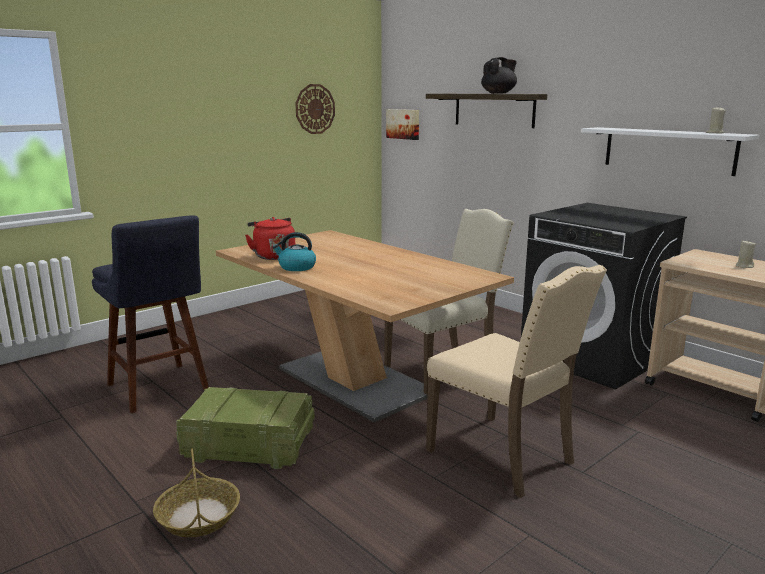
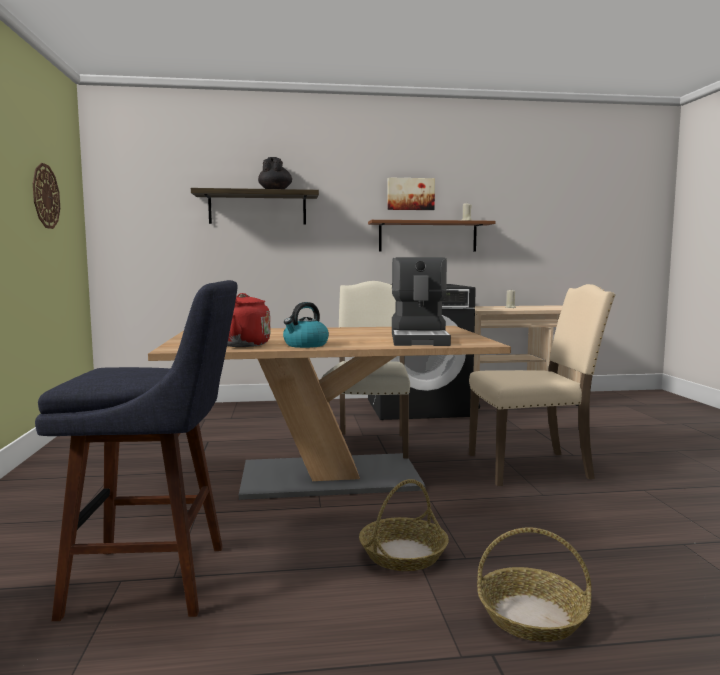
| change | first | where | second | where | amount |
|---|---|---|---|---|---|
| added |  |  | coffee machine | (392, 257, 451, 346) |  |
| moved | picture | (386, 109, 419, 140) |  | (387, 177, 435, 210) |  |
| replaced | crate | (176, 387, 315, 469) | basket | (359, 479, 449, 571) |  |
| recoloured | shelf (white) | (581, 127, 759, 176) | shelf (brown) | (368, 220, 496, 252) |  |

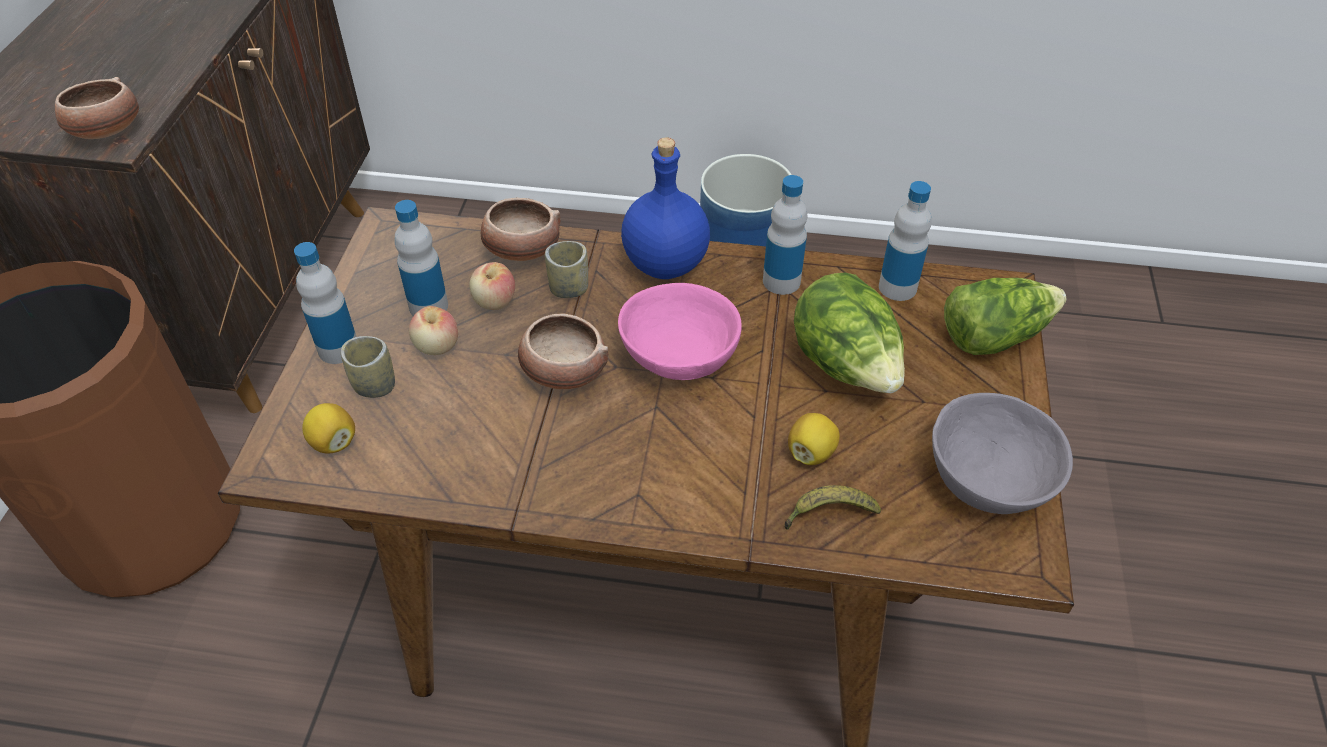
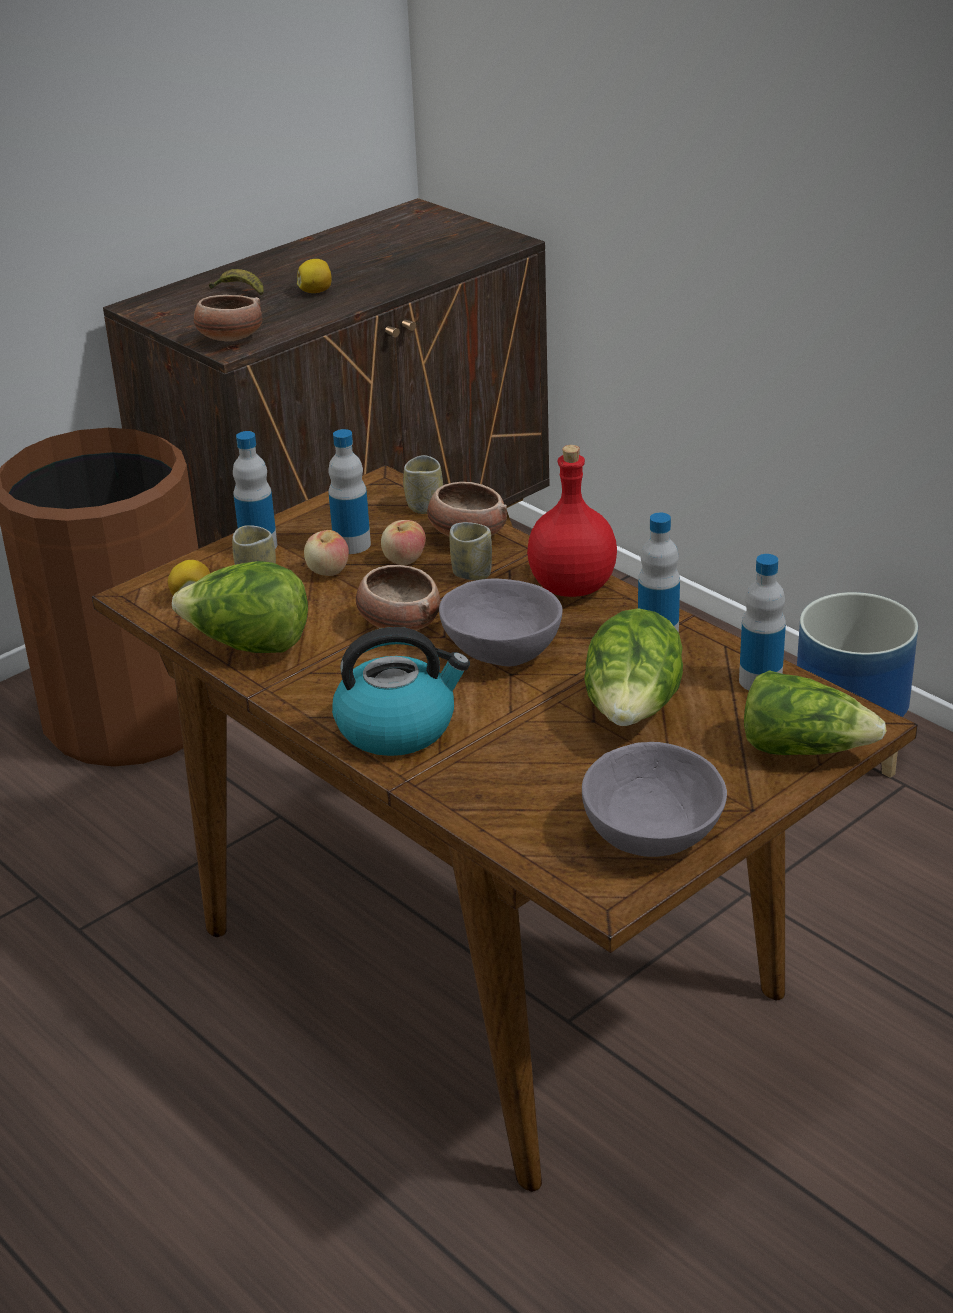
| change | first | where | second | where | amount |
|---|---|---|---|---|---|
| added |  |  | lettuce | (172, 561, 308, 653) |  |
| added |  |  | kettle | (332, 627, 470, 756) |  |
| added |  |  | cup | (403, 455, 443, 514) |  |
| moved | banana | (784, 485, 881, 529) |  | (209, 269, 263, 296) |  |
| moved | lemon | (788, 413, 840, 465) |  | (297, 259, 331, 293) |  |
| recoloured | bowl (pink) | (618, 283, 742, 380) | bowl (grey) | (439, 579, 562, 667) |  |
| recoloured | bottle (blue) | (621, 137, 710, 279) | bottle (red) | (527, 445, 617, 597) |  |

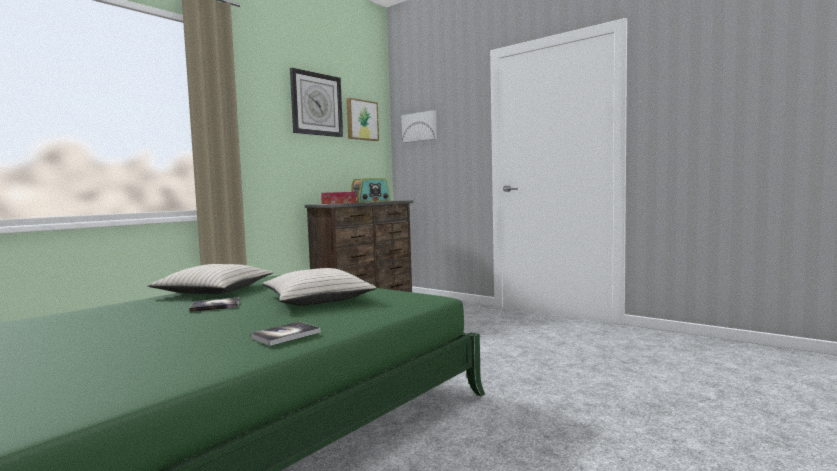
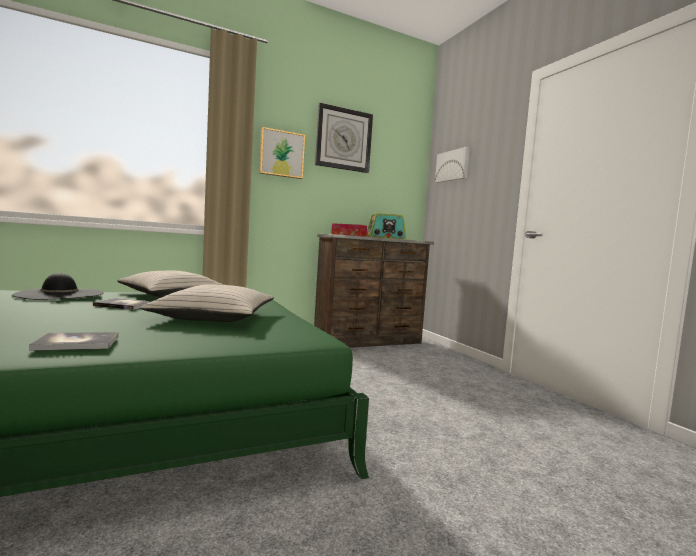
| change | first | where | second | where | amount |
|---|---|---|---|---|---|
| added |  |  | hat (black) | (12, 273, 103, 300) |  |
| moved | picture | (346, 98, 379, 141) |  | (259, 127, 305, 179) |  |

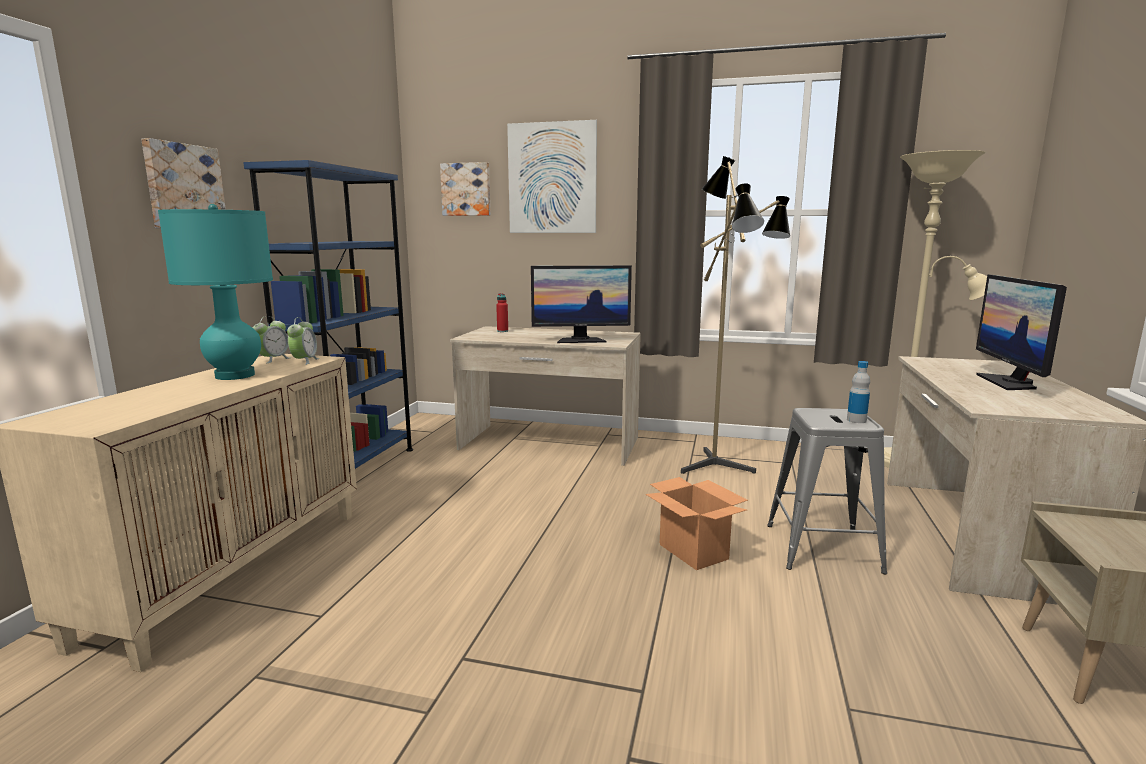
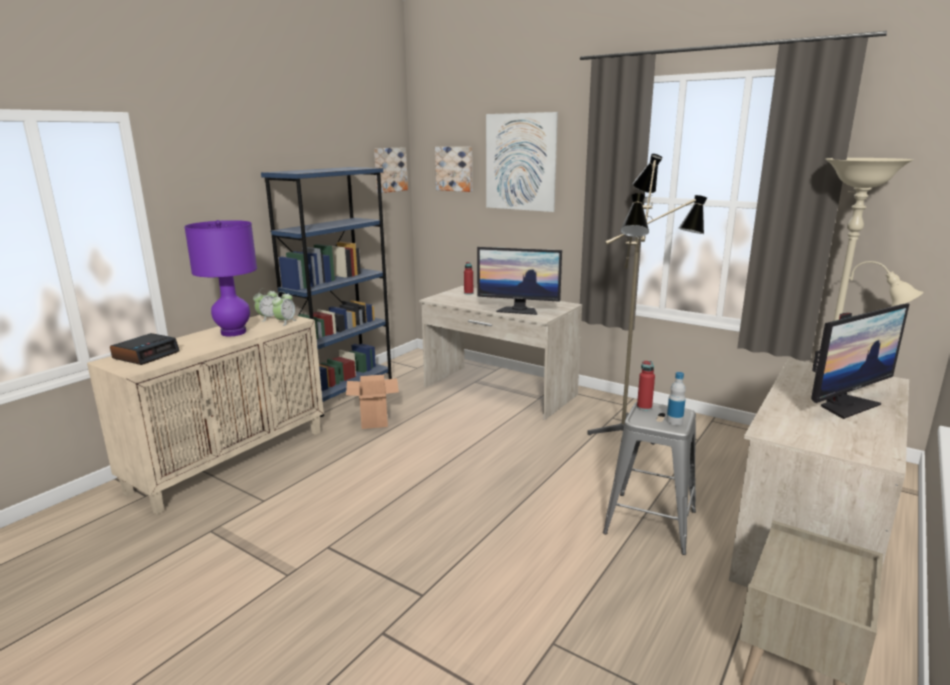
| change | first | where | second | where | amount |
|---|---|---|---|---|---|
| added |  |  | alarm clock | (110, 333, 180, 365) |  |
| added |  |  | bottle (red) | (637, 361, 655, 411) |  |
| moved | picture | (141, 138, 226, 228) |  | (374, 148, 408, 193) |  |
| moved | cardboard box | (645, 477, 748, 570) |  | (346, 375, 399, 429) |  |
| recoloured | table lamp (turquoise) | (158, 204, 273, 380) | table lamp (purple) | (184, 220, 257, 336) |  |
| turned | monitor | (976, 274, 1067, 390) |  | (811, 303, 909, 419) | 150 degrees counterclockwise |

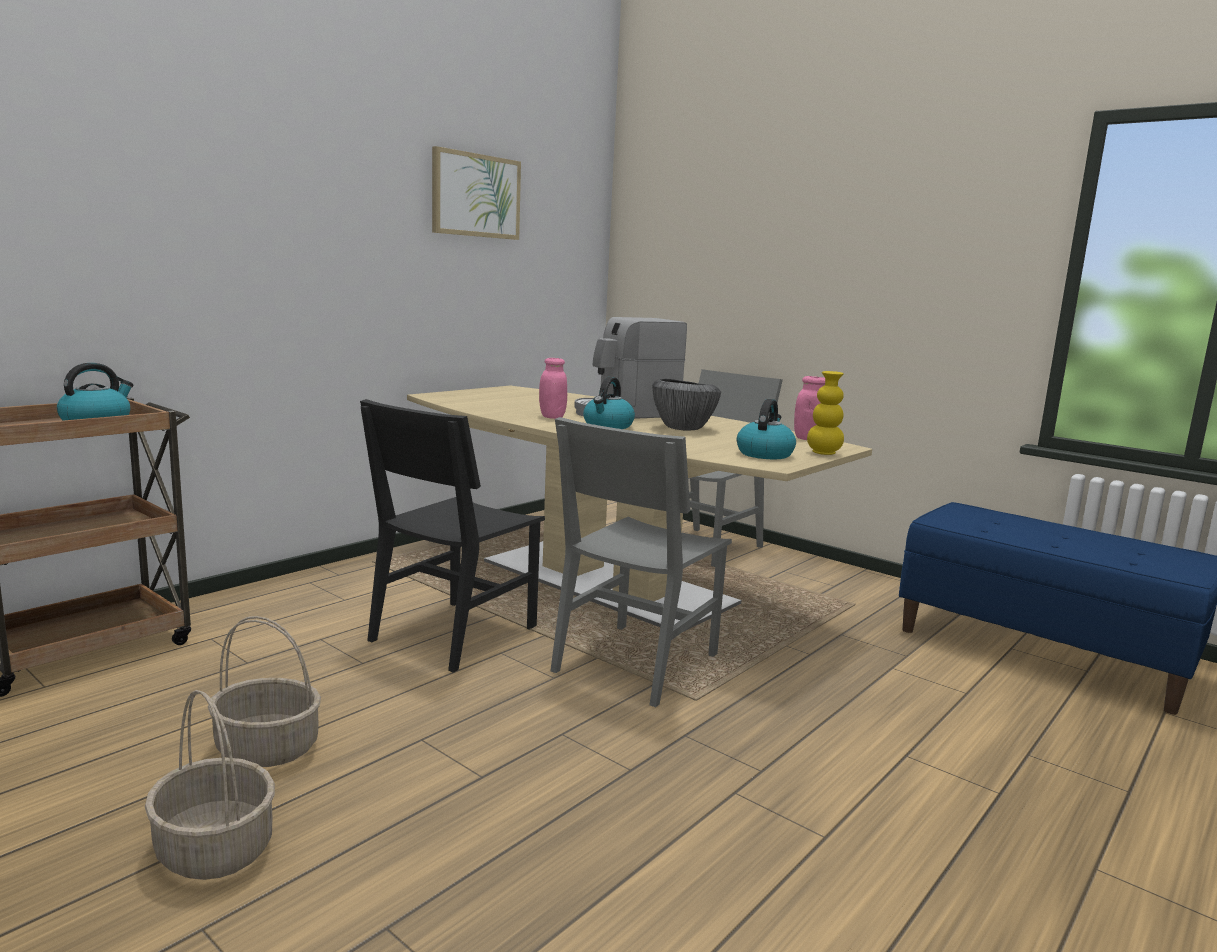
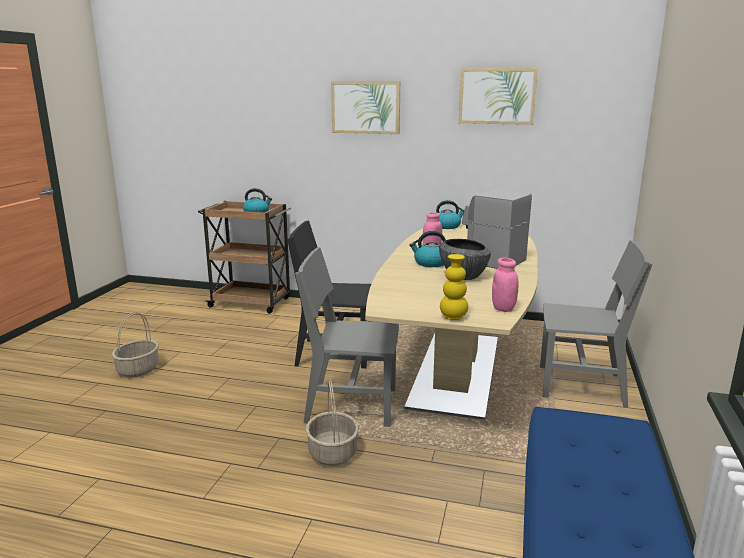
| change | first | where | second | where | amount |
|---|---|---|---|---|---|
| added |  |  | picture | (331, 81, 400, 134) |  |
| moved | basket | (208, 616, 321, 767) |  | (306, 380, 359, 466) |  |
| moved | kettle | (737, 399, 796, 459) |  | (436, 200, 464, 229) |  |

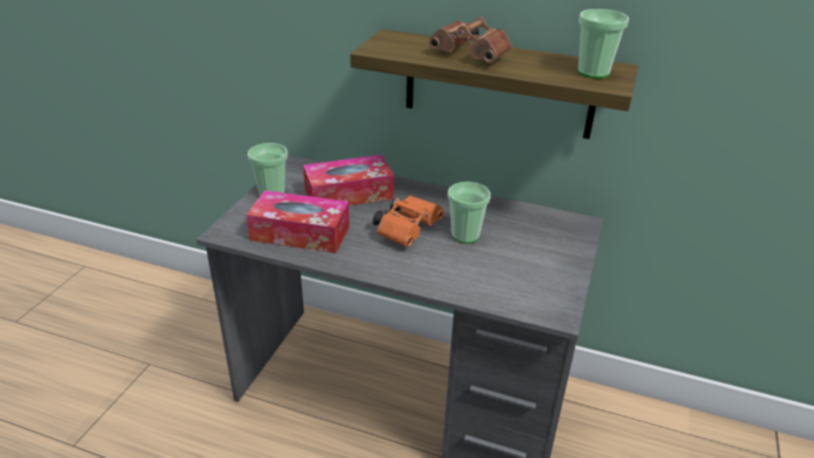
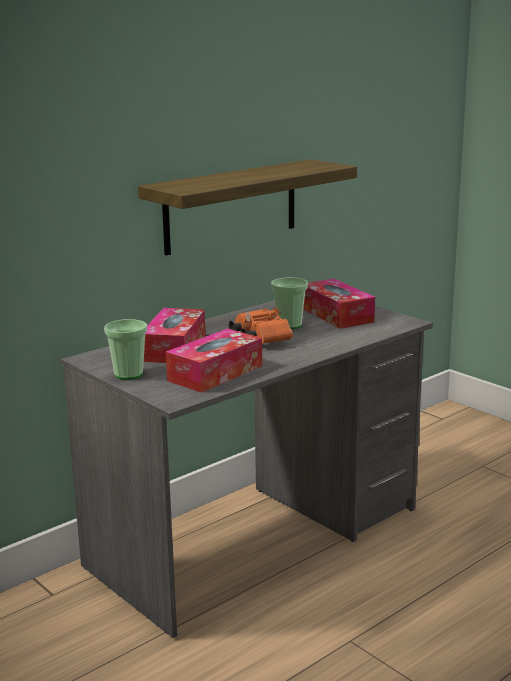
| change | first | where | second | where | amount |
|---|---|---|---|---|---|
| removed | binoculars (brown) | (429, 16, 511, 63) |  |  |  |
| removed | cup | (578, 9, 629, 79) |  |  |  |
| added |  |  | tissue box | (303, 279, 375, 329) |  |

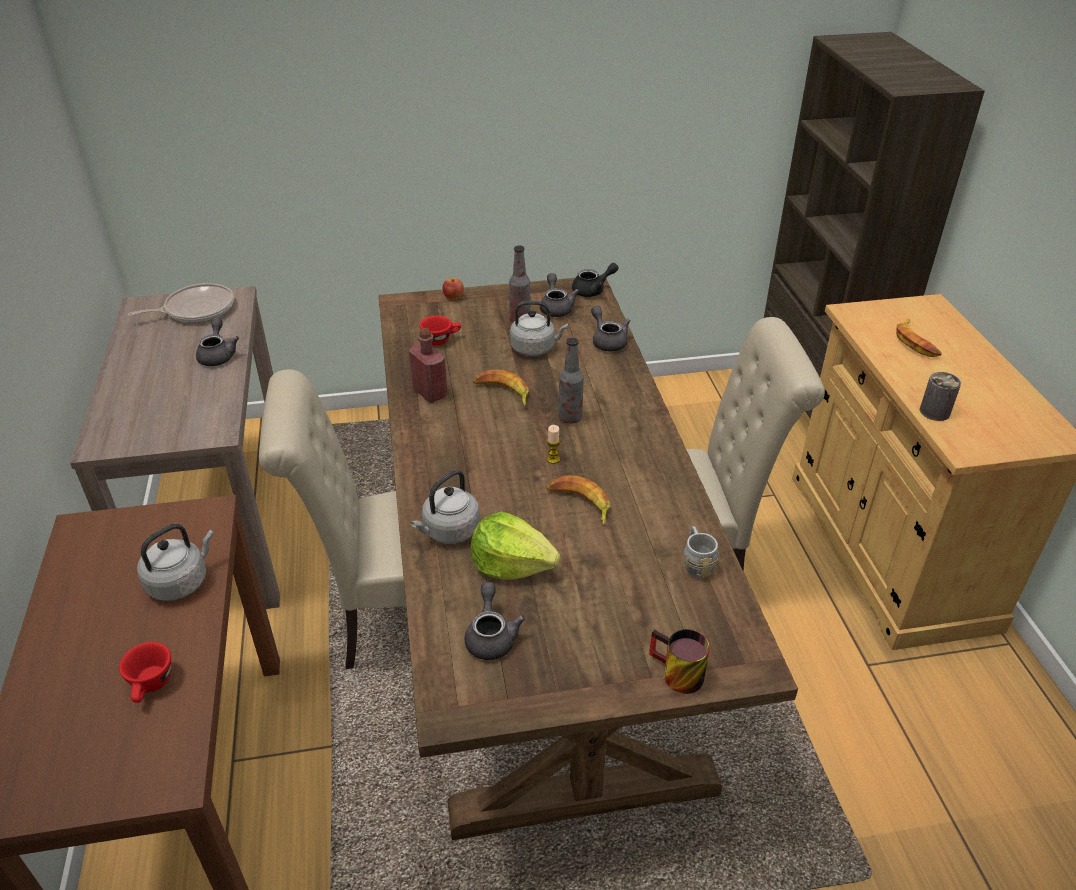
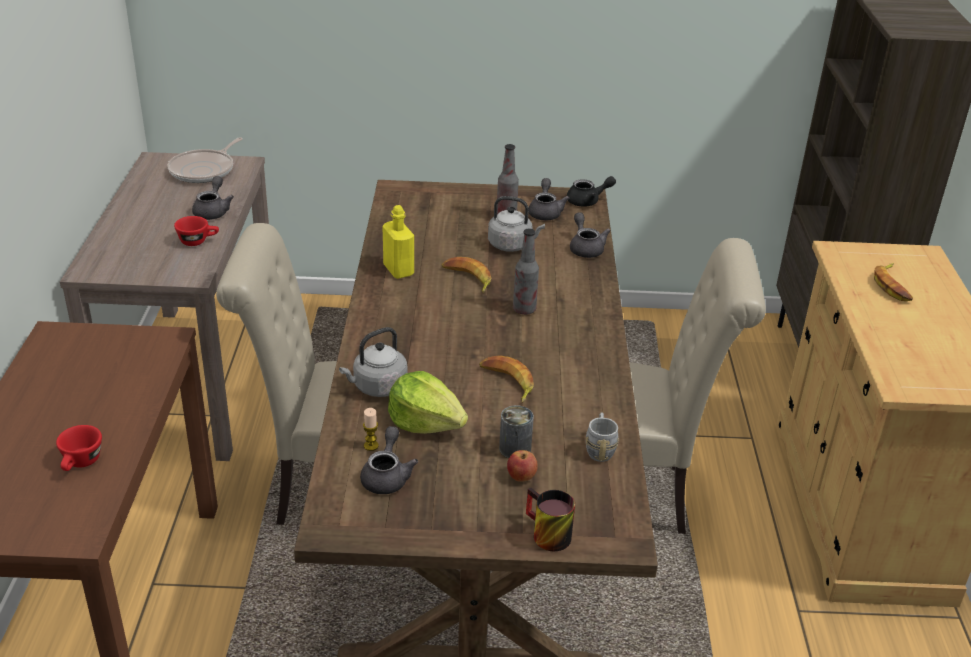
| change | first | where | second | where | amount |
|---|---|---|---|---|---|
| removed | kettle (grey) | (137, 524, 214, 601) |  |  |  |
| moved | cup (red) | (420, 315, 461, 346) |  | (174, 216, 219, 246) |  |
| moved | apple | (442, 278, 464, 300) |  | (507, 450, 538, 482) |  |
| moved | candle | (547, 425, 561, 464) |  | (363, 408, 379, 451) |  |
| moved | can | (920, 372, 961, 421) |  | (499, 405, 534, 458) |  |
| recoloured | bottle (red) | (409, 328, 448, 403) | bottle (yellow) | (382, 205, 414, 279) |  |
| turned | frying pan | (128, 283, 234, 323) |  | (167, 137, 243, 183) | 135 degrees clockwise |

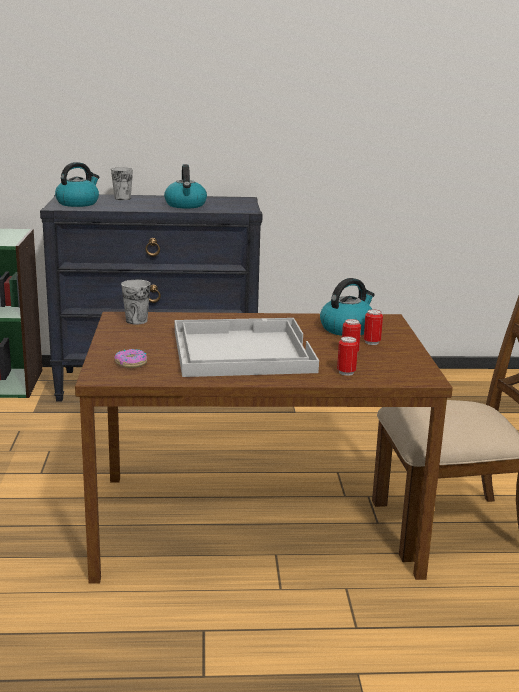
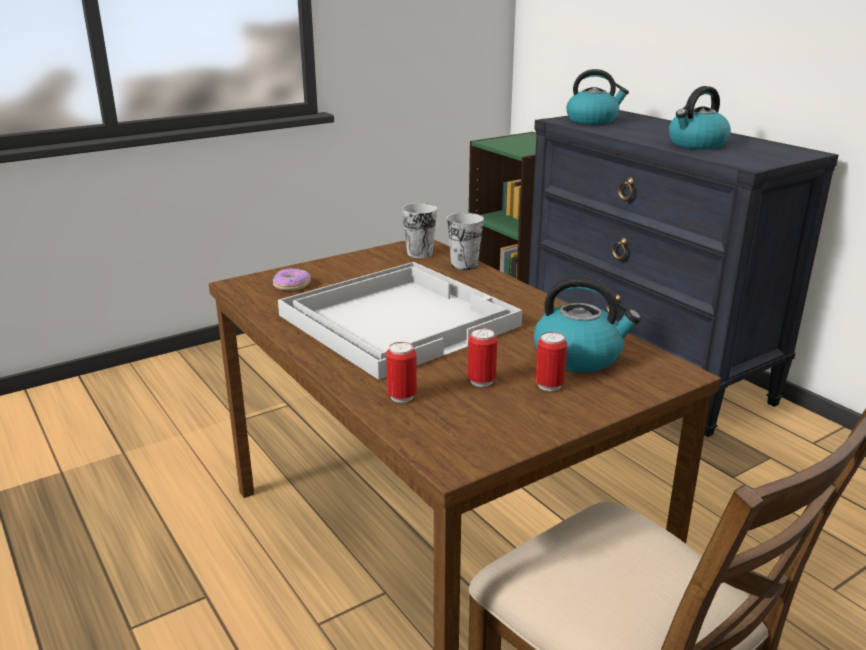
| change | first | where | second | where | amount |
|---|---|---|---|---|---|
| moved | cup | (111, 167, 133, 200) |  | (447, 213, 484, 270) |  |

